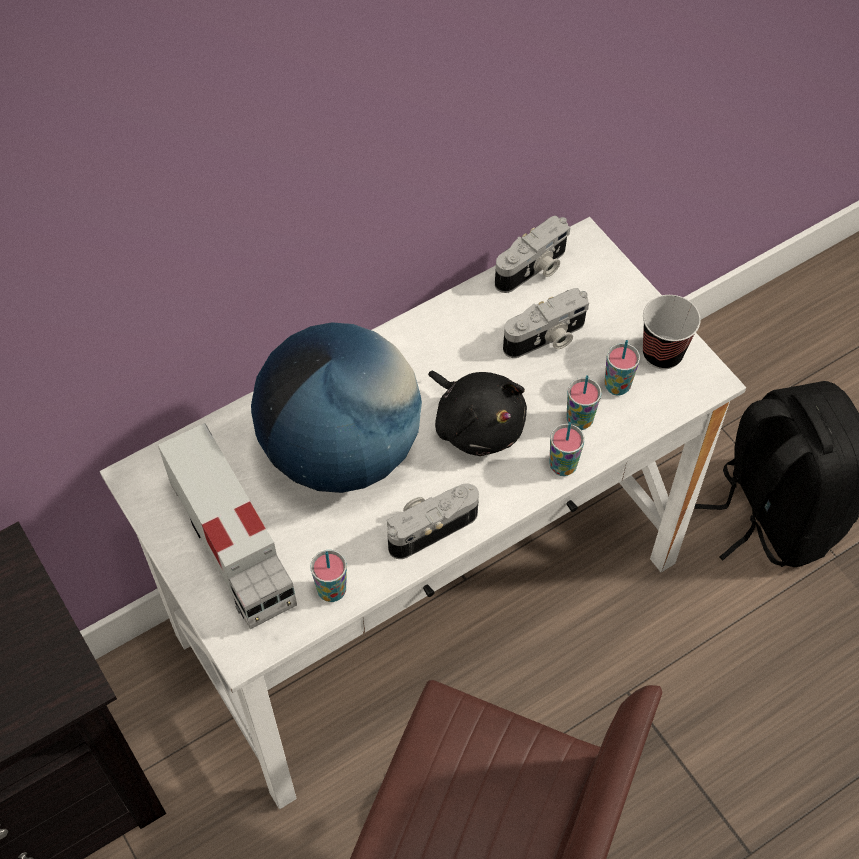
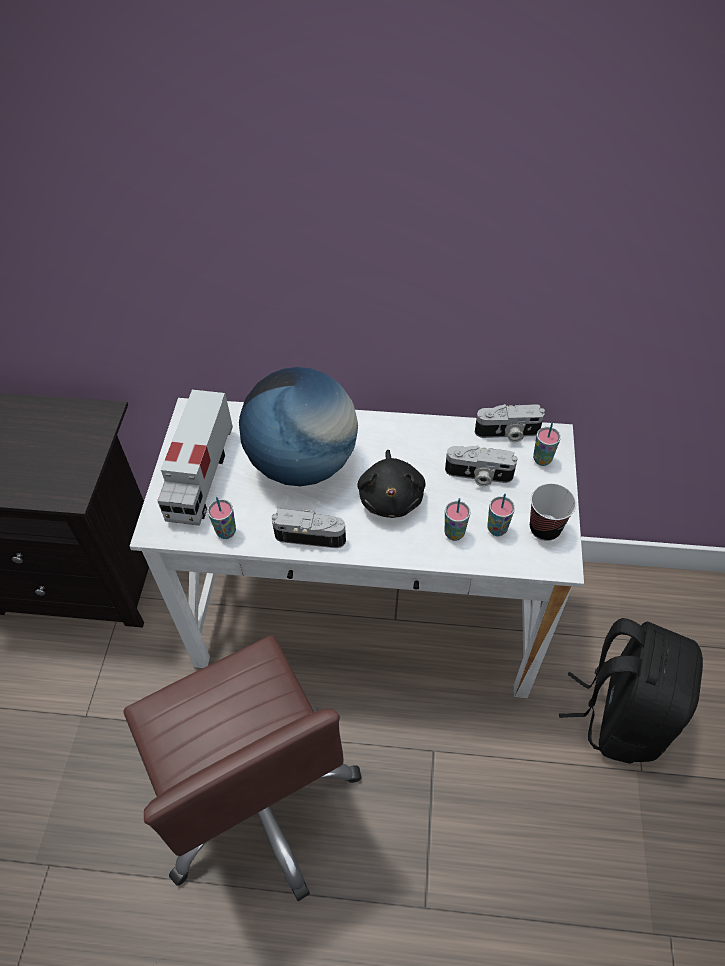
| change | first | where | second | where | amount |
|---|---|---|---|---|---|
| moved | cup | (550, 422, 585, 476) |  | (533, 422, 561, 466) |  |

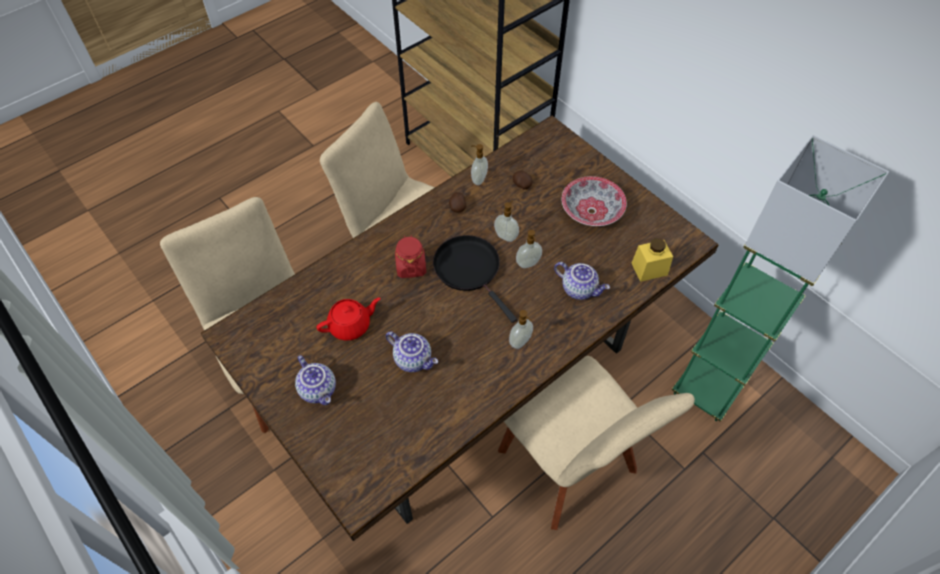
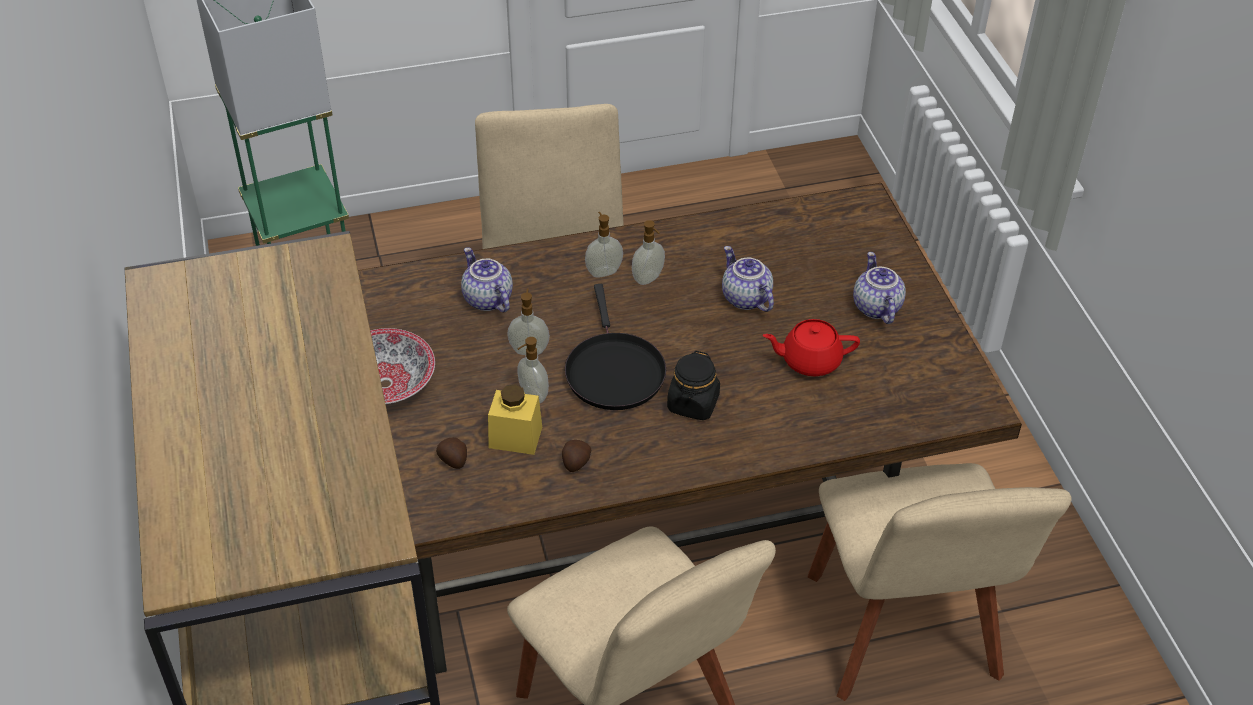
| change | first | where | second | where | amount |
|---|---|---|---|---|---|
| moved | soap dispenser | (471, 144, 488, 185) |  | (632, 220, 665, 285) |  |
| moved | jar (yellow) | (631, 238, 673, 282) |  | (488, 384, 542, 455) |  |
| recoloured | jar (red) | (395, 235, 426, 278) | jar (black) | (667, 351, 720, 420) |  |

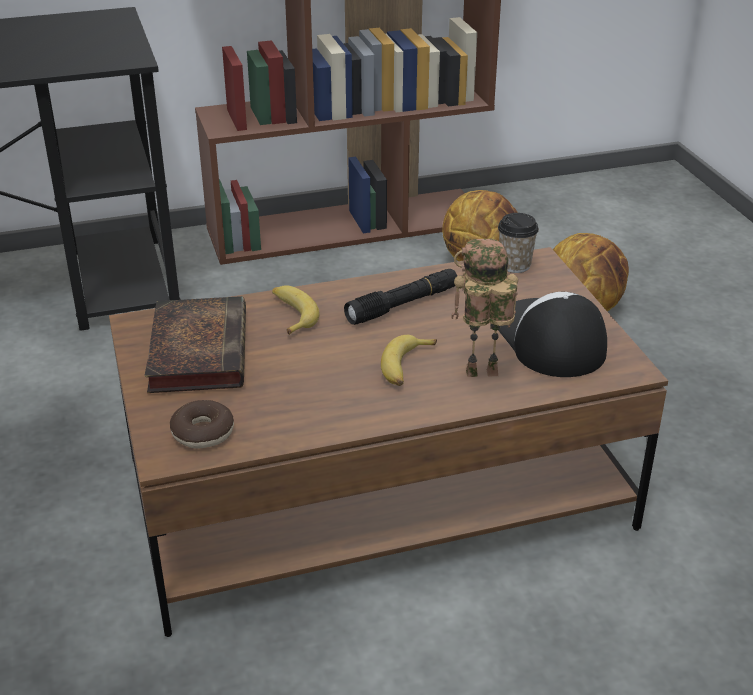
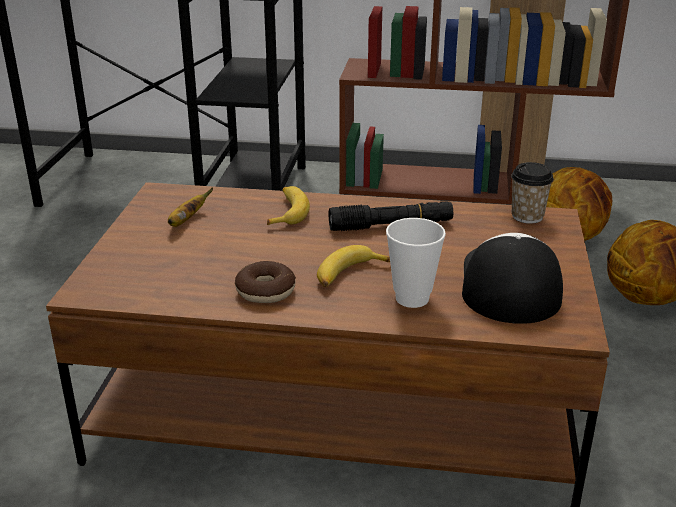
| change | first | where | second | where | amount |
|---|---|---|---|---|---|
| moved | donut | (170, 400, 234, 449) |  | (235, 261, 296, 303) |  |
| replaced | book | (144, 296, 246, 393) | banana | (168, 187, 213, 227) |  |
| replaced | toy robot | (451, 239, 518, 377) | cup | (386, 218, 446, 308) |  |

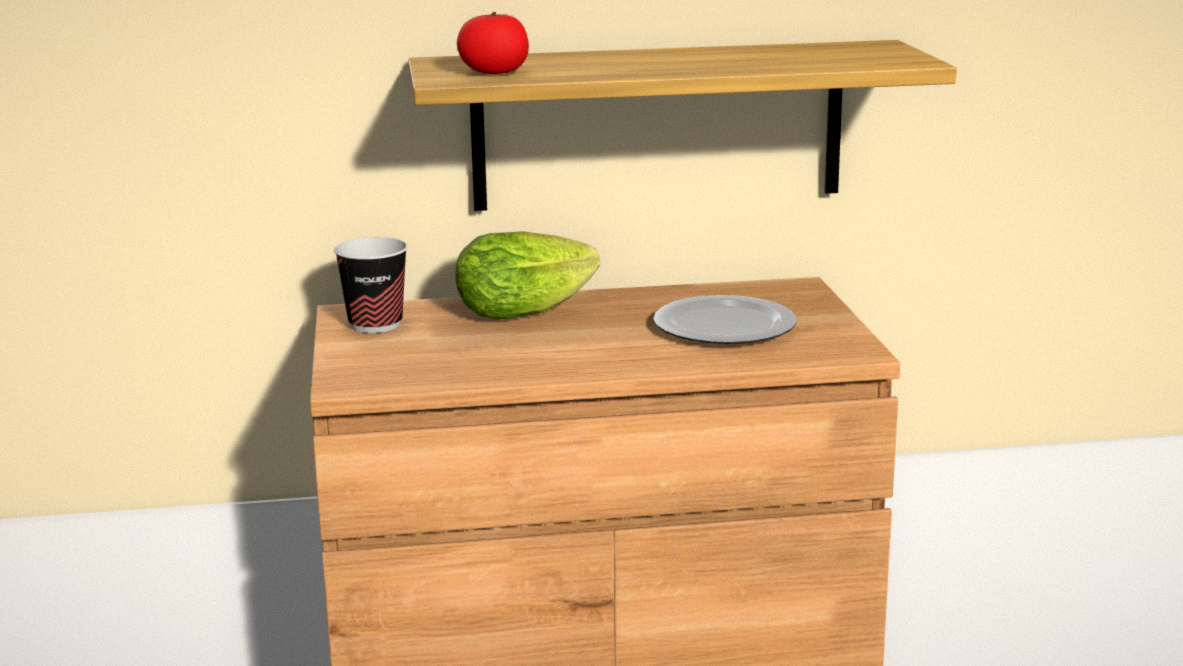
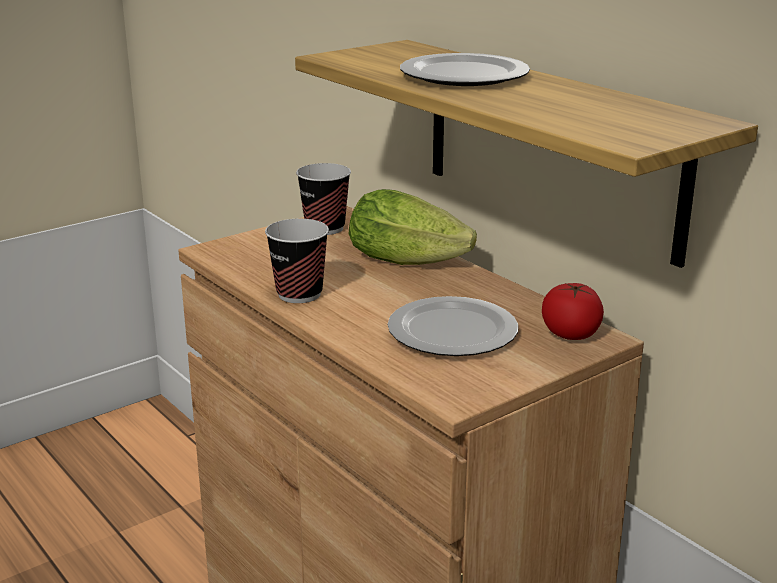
| change | first | where | second | where | amount |
|---|---|---|---|---|---|
| added |  |  | cup | (265, 219, 329, 303) |  |
| added |  |  | plate | (400, 53, 530, 86) |  |
| moved | tomato | (457, 12, 529, 74) |  | (542, 283, 604, 340) |  |

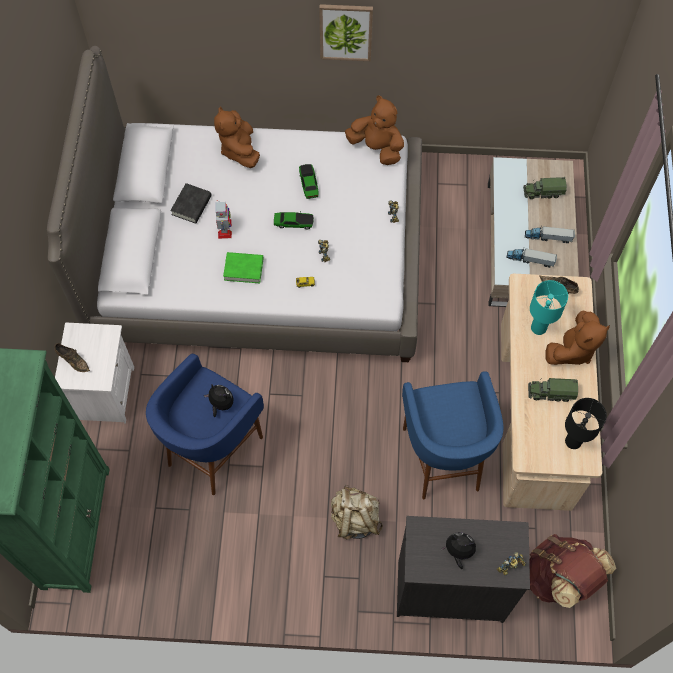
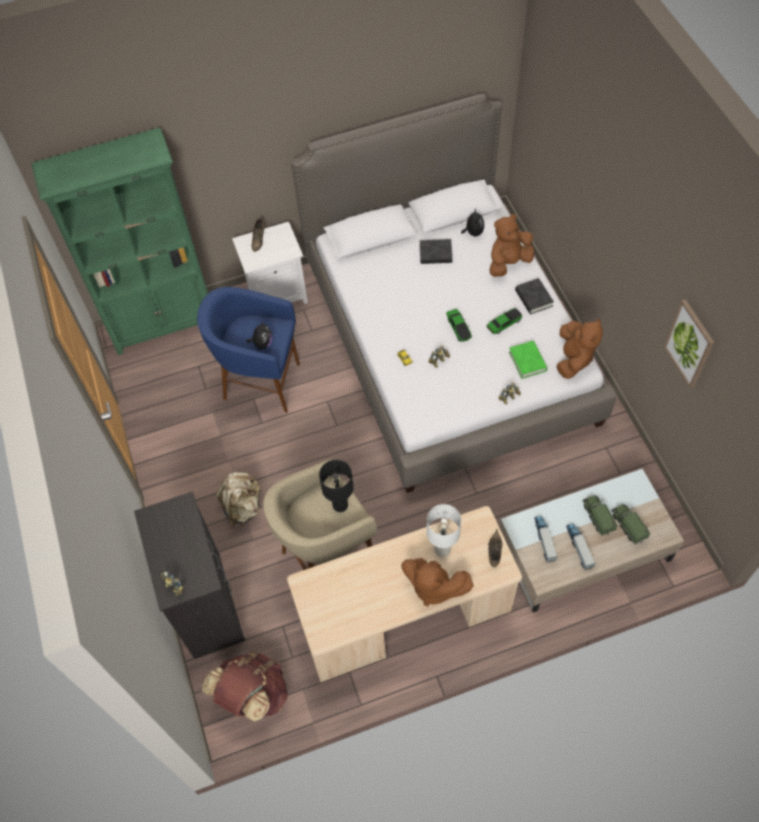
| change | first | where | second | where | amount |
|---|---|---|---|---|---|
| removed | toy robot | (216, 200, 232, 239) |  |  |  |
| added |  |  | book (black) | (515, 278, 554, 314) |  |
| moved | book (green) | (223, 252, 263, 283) |  | (509, 341, 547, 379) |  |
| moved | picture | (319, 4, 373, 61) |  | (664, 299, 714, 388) |  |
| moved | plush toy | (441, 532, 476, 570) |  | (461, 209, 484, 236) |  |
| moved | toy truck | (528, 378, 578, 402) |  | (583, 495, 617, 535) |  |
| moved | table lamp (black) | (565, 398, 607, 449) |  | (319, 460, 354, 512) |  |
| recoloured | stool (blue) | (402, 371, 503, 499) | stool (beige) | (263, 459, 377, 570) |  |
| recoloured | table lamp (turquoise) | (530, 280, 568, 335) | table lamp (white) | (427, 504, 461, 557) |  |

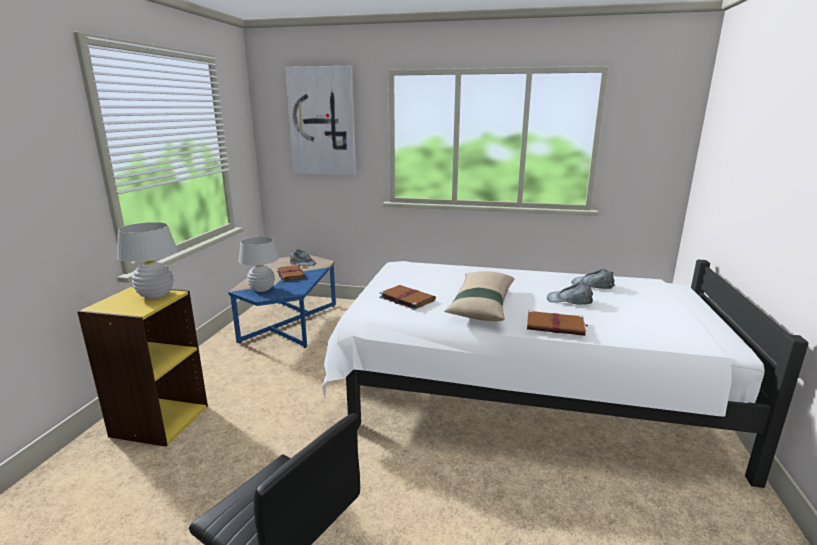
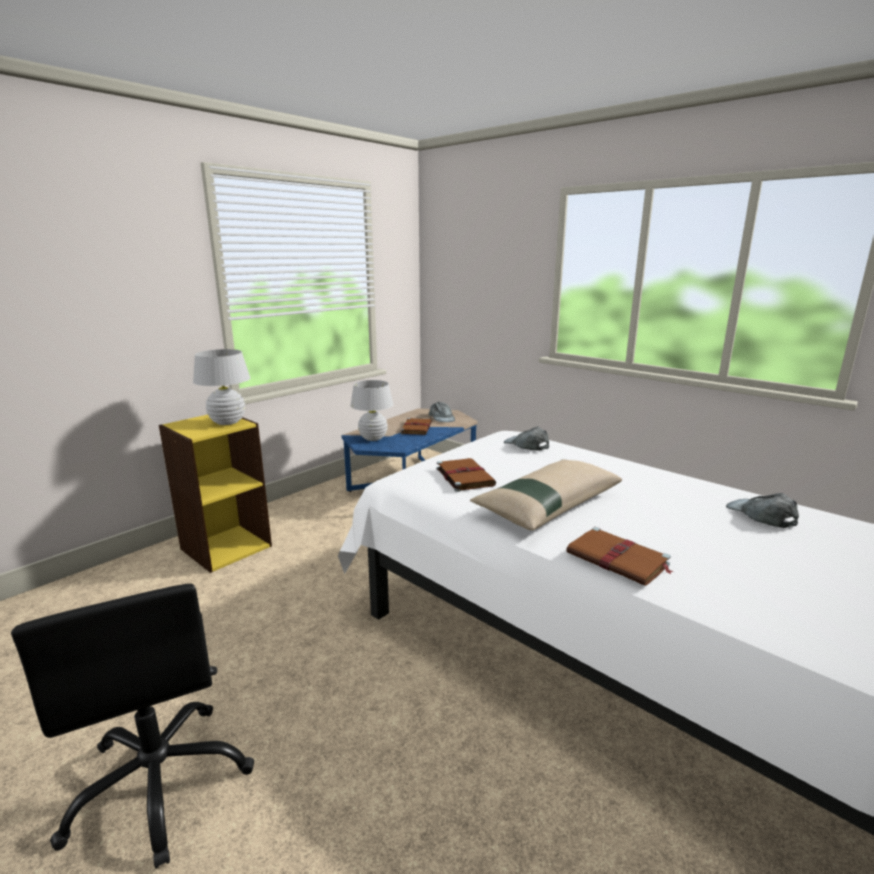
| change | first | where | second | where | amount |
|---|---|---|---|---|---|
| removed | picture | (285, 66, 356, 175) |  |  |  |
| moved | cap (grey) | (547, 282, 593, 305) |  | (503, 427, 549, 451) |  |

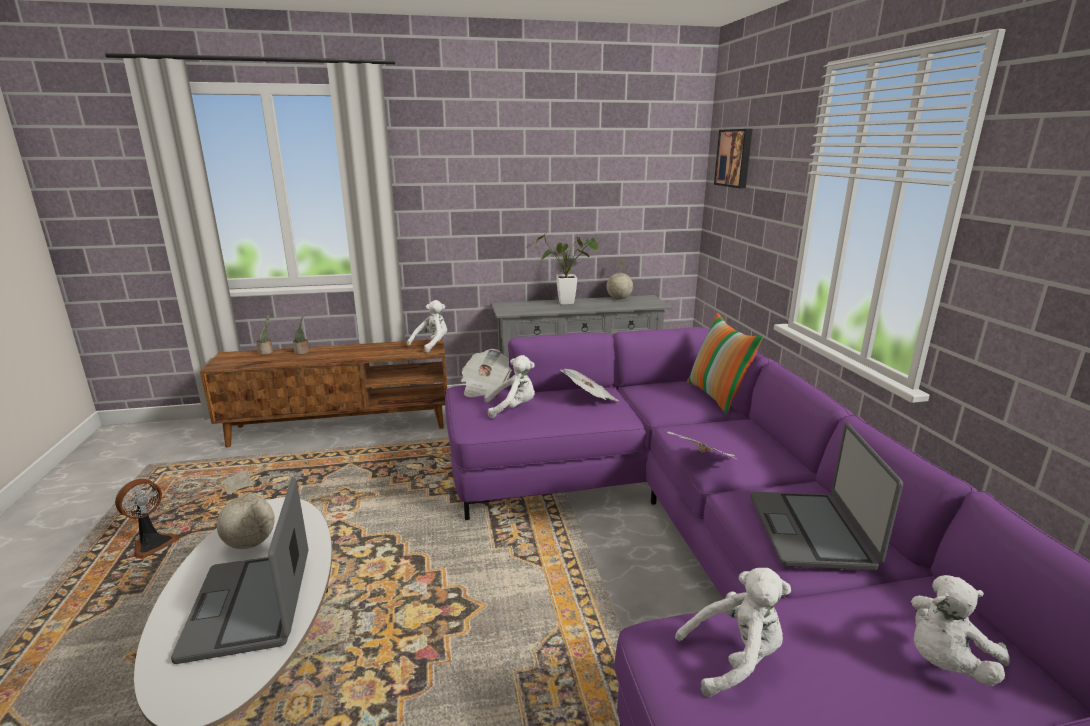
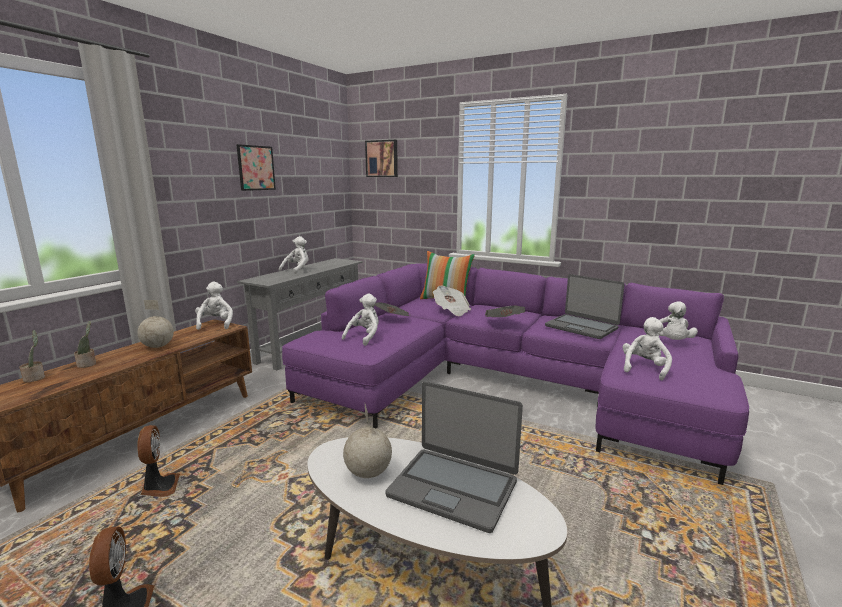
| change | first | where | second | where | amount |
|---|---|---|---|---|---|
| added |  |  | fan | (137, 425, 180, 497) |  |
| added |  |  | picture | (236, 144, 276, 191) |  |
| moved | newspaper | (461, 349, 512, 397) |  | (433, 286, 471, 316) |  |
| moved | globe | (606, 258, 633, 299) |  | (137, 300, 174, 348) |  |
| replaced | potted plant | (536, 233, 598, 305) | plush toy (white) | (279, 236, 309, 274) |  |

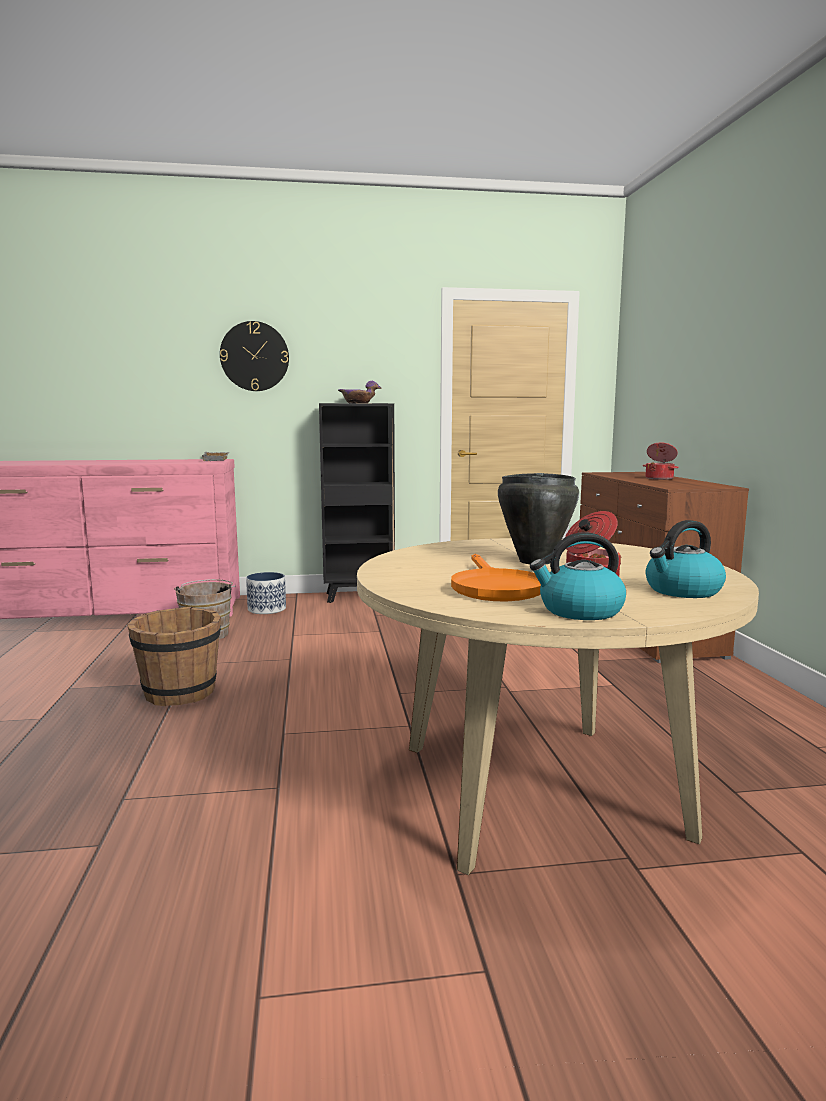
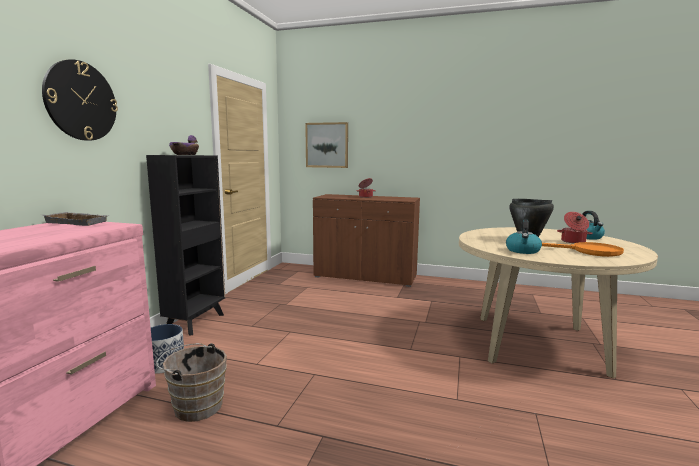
| change | first | where | second | where | amount |
|---|---|---|---|---|---|
| removed | bucket (brown) | (127, 607, 221, 706) |  |  |  |
| added |  |  | picture | (305, 122, 348, 168) |  |
| moved | kettle | (530, 532, 626, 620) |  | (506, 220, 542, 254) |  |

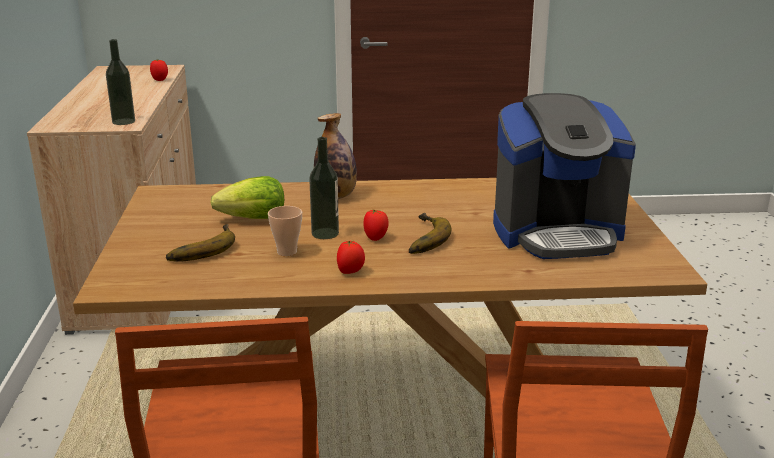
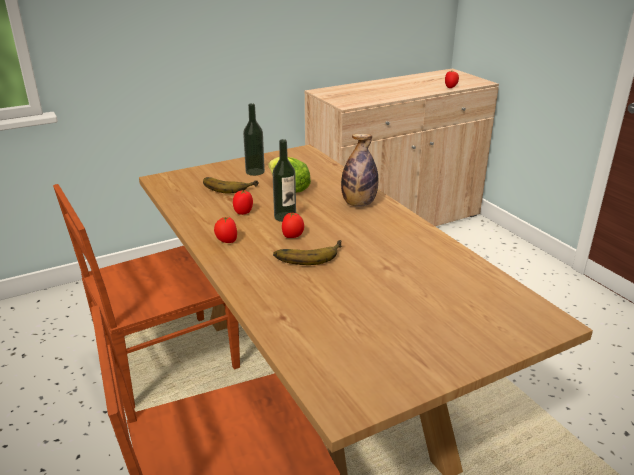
| change | first | where | second | where | amount |
|---|---|---|---|---|---|
| removed | coffee machine | (493, 93, 636, 259) |  |  |  |
| moved | bottle | (106, 39, 135, 125) |  | (243, 103, 265, 176) |  |
| replaced | cup | (268, 206, 302, 256) | tomato | (233, 190, 253, 215) |  |

